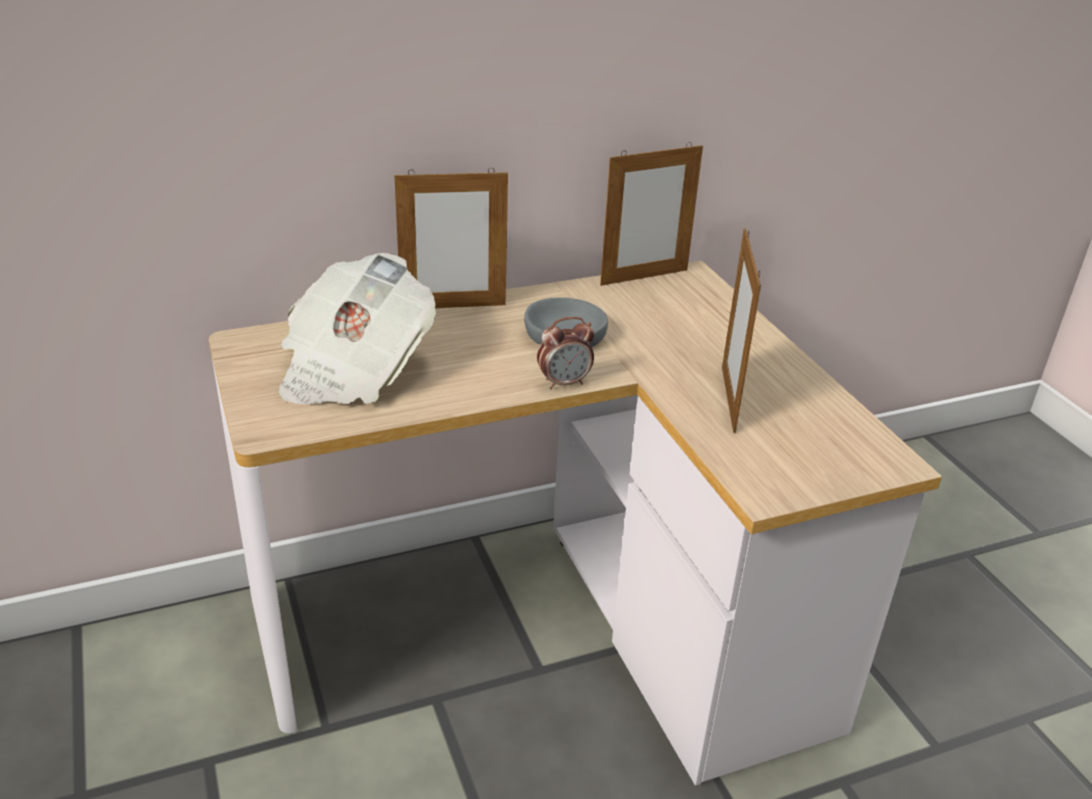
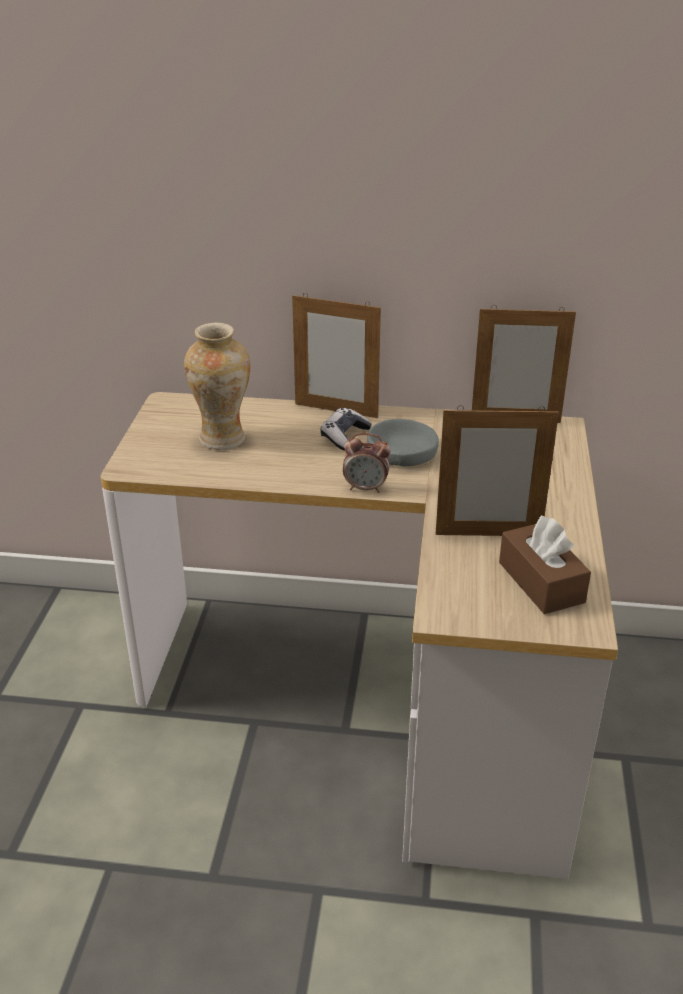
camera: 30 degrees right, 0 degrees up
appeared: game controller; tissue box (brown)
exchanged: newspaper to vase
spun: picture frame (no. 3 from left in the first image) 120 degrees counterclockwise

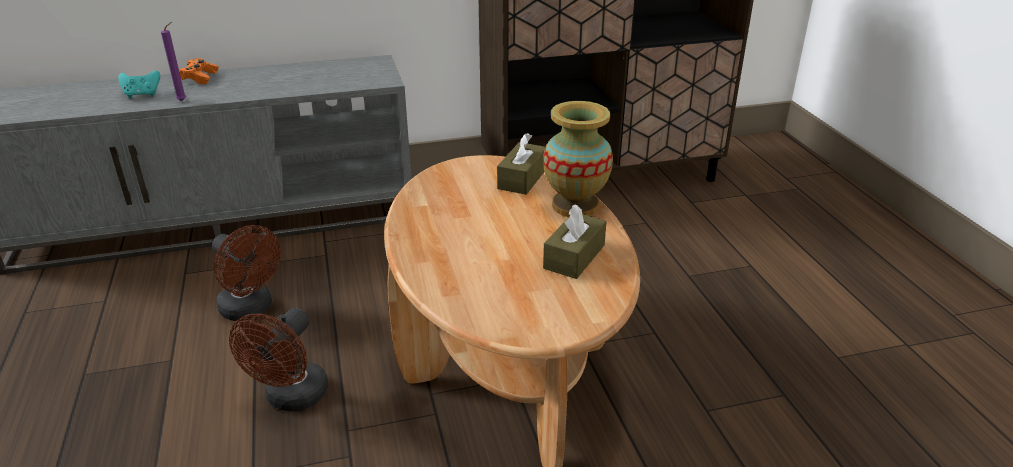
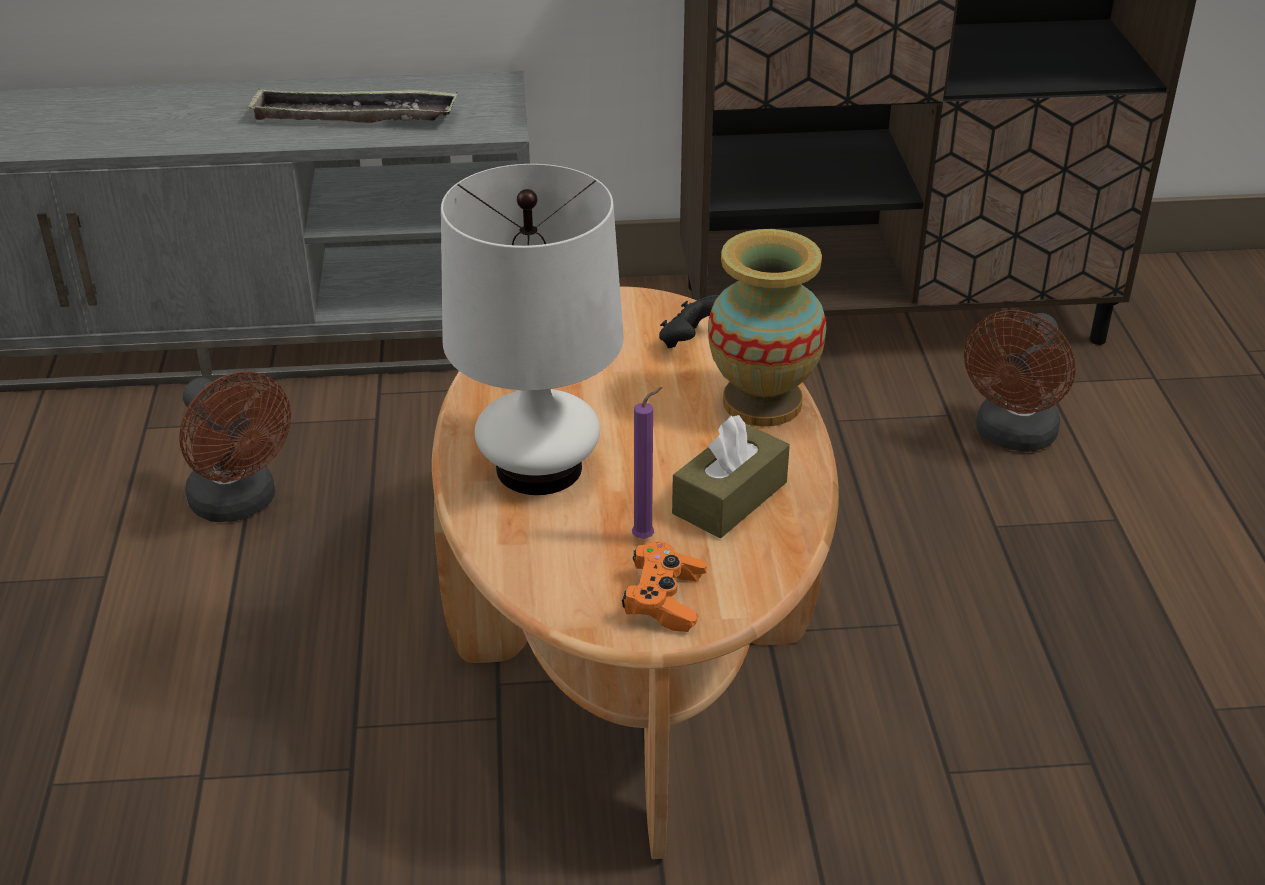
camera: 10 degrees right, 5 degrees up
missing: game controller (turquoise)
appeared: tray; table lamp (white)
relocated: candle (purple); game controller (orange); fan (brown) (no. 2 from left)
exchanged: tissue box (brown) (no. 1 from left) to game controller (black)

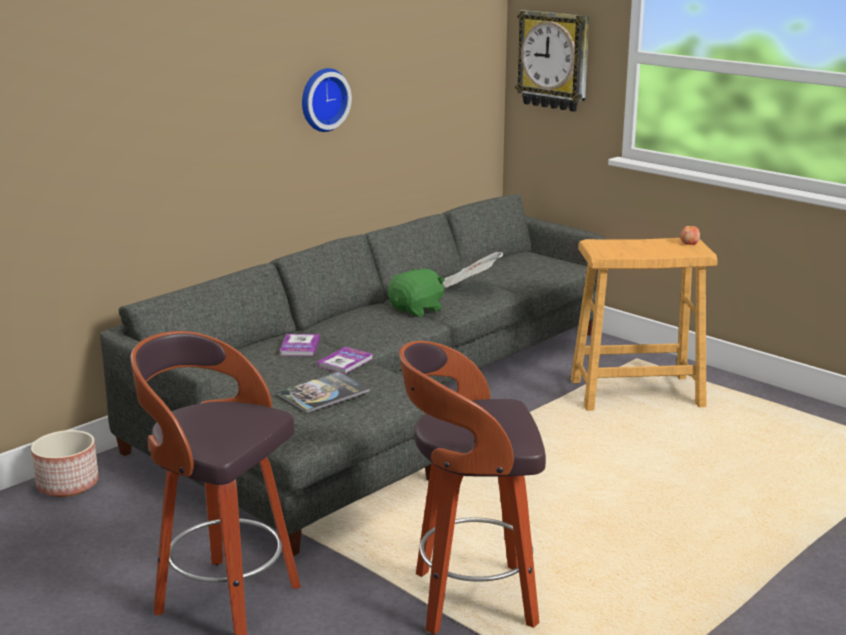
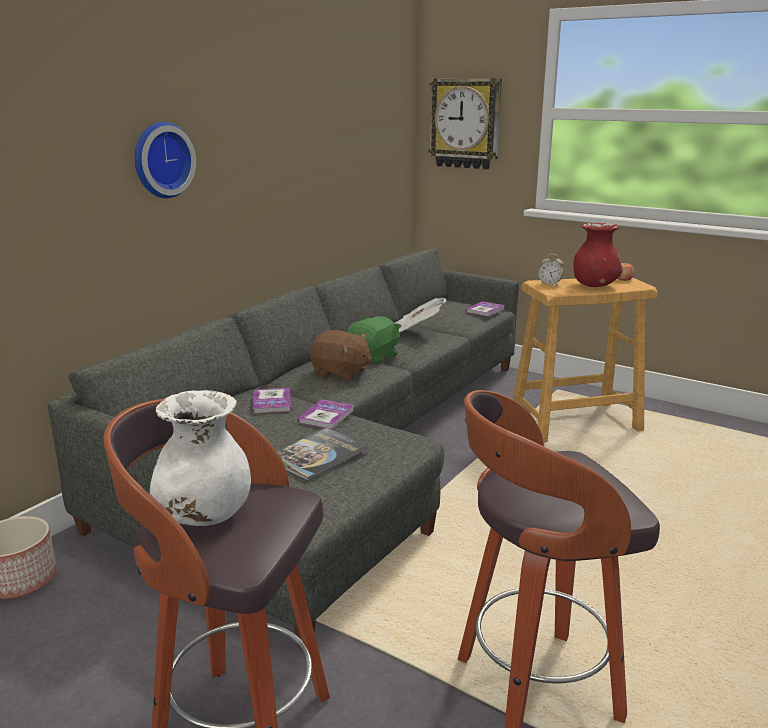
camera: 10 degrees left, 0 degrees up
appeared: vase (white); plush toy (brown); book (no. 4 from left); alarm clock; vase (red)
relocated: wall clock (no. 1 from left)

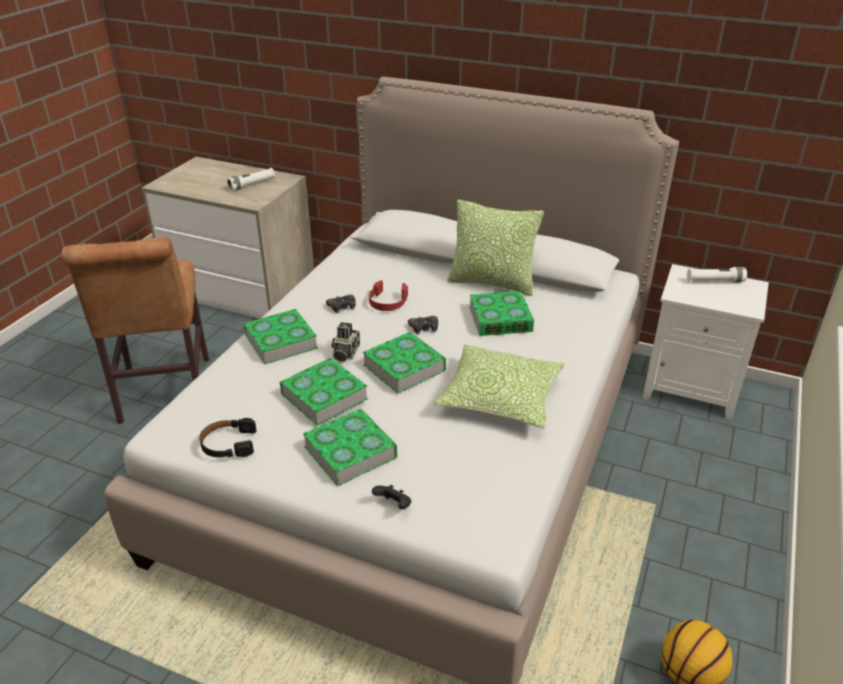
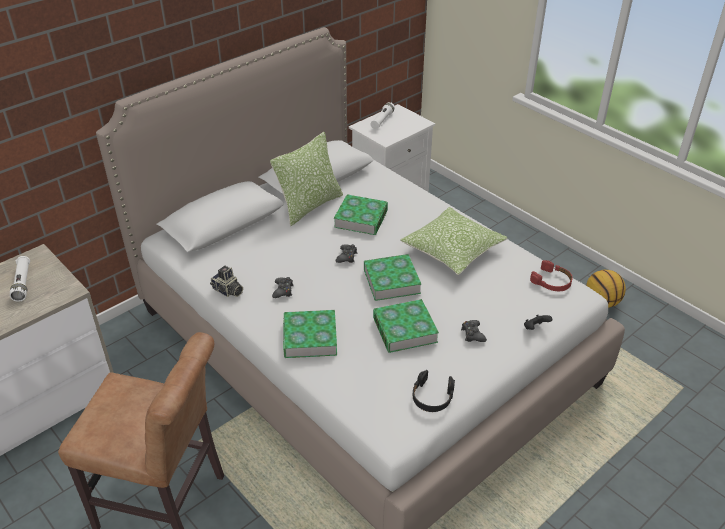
camera: 65 degrees left, 5 degrees up
relocated: photo camera; headphones (red)
exchanged: book (no. 3 from left) to game controller (black) (no. 3 from left)

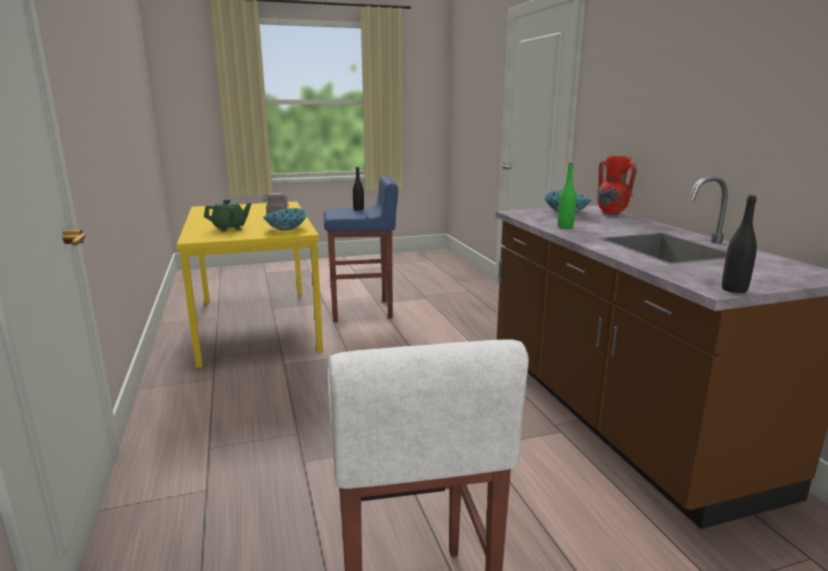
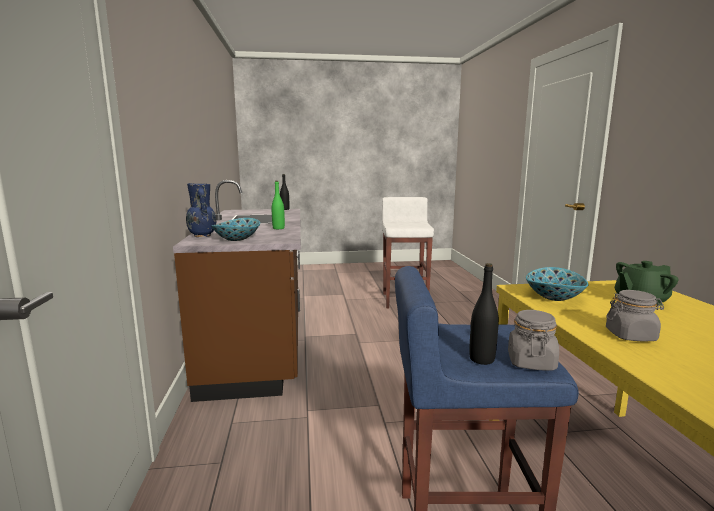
camera: 170 degrees left, 5 degrees down
appeared: jar (grey) (no. 1 from left)
colour: vase (red) to vase (blue)

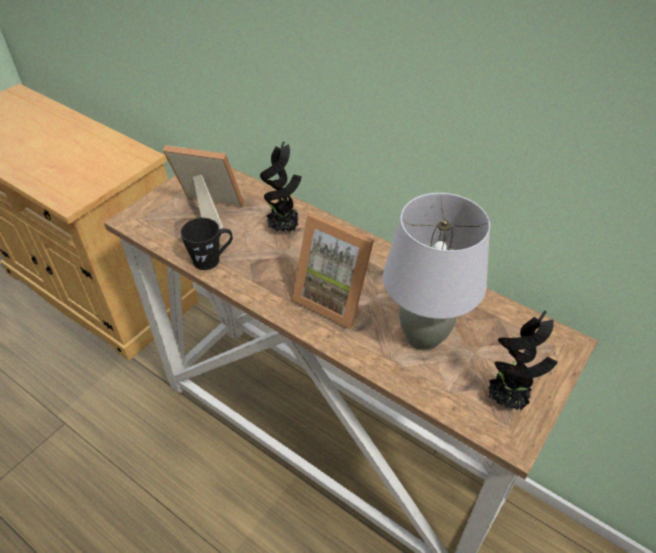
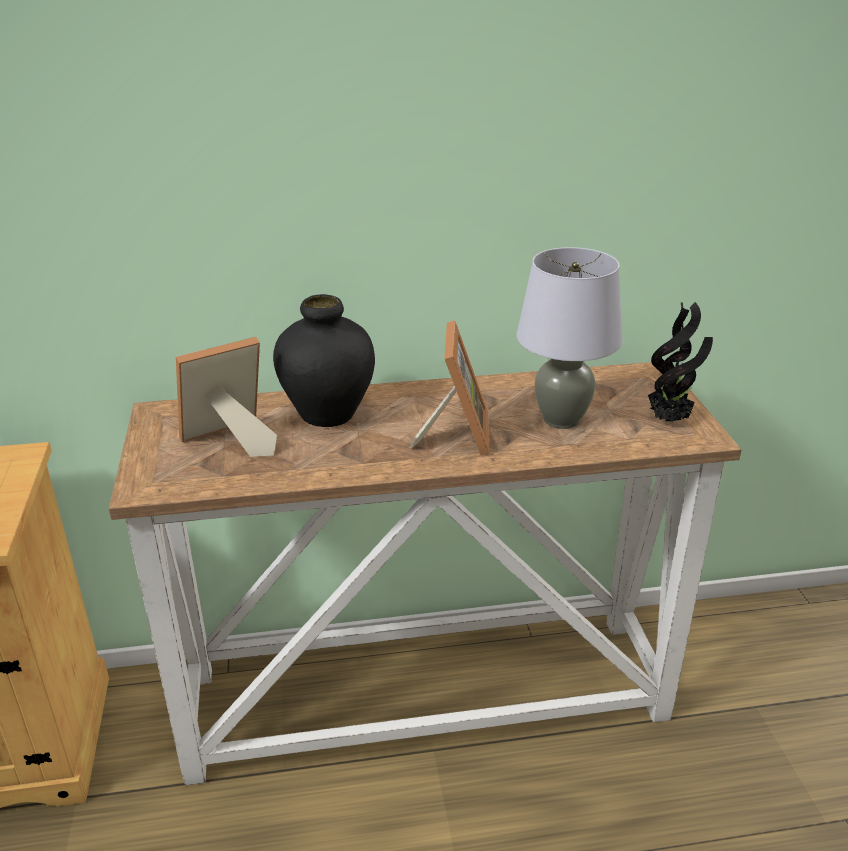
camera: 45 degrees left, 15 degrees down
missing: mug (black)
exchanged: potted plant (no. 1 from left) to vase (black)
spun: picture frame (no. 2 from left) 75 degrees counterclockwise

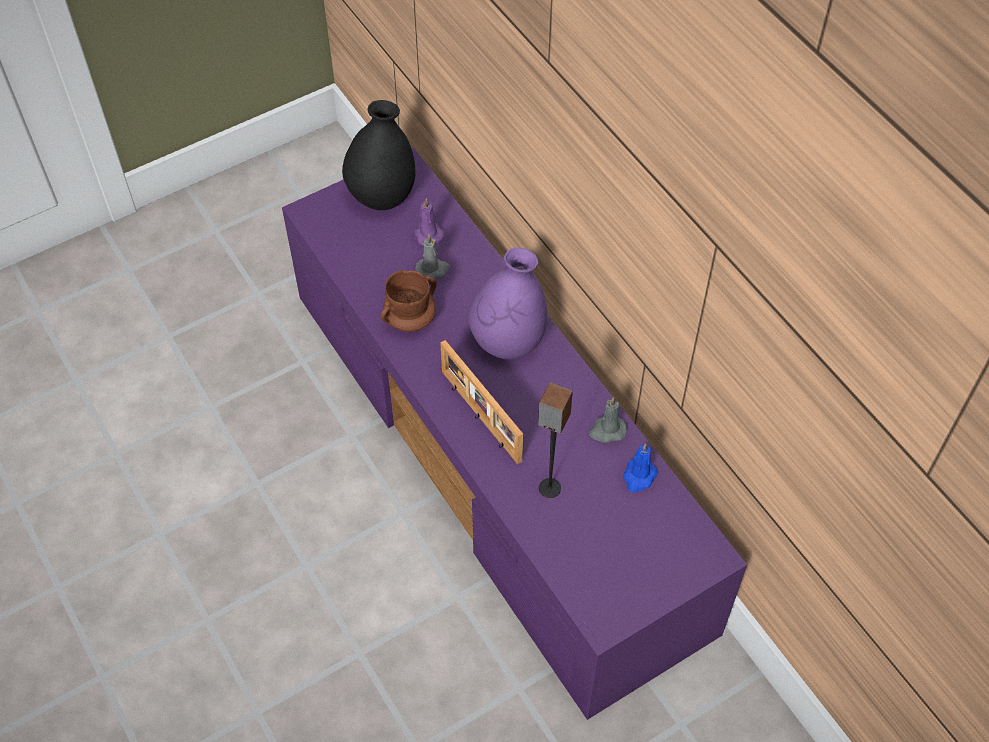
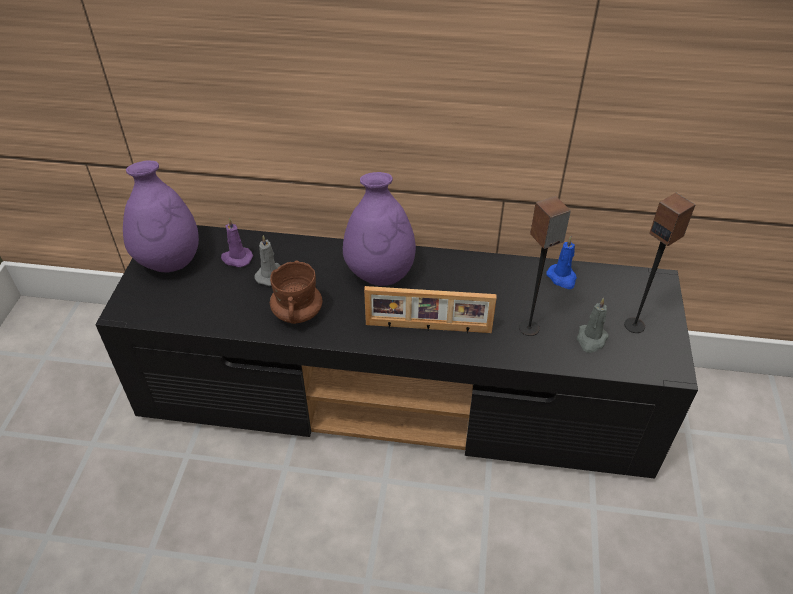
camera: 50 degrees left, 10 degrees down
appeared: speaker (no. 2 from left)
relocated: candle (grey) (no. 2 from left)
colour: tv stand (purple) to tv stand (black); vase (black) to vase (purple) (no. 1 from left)

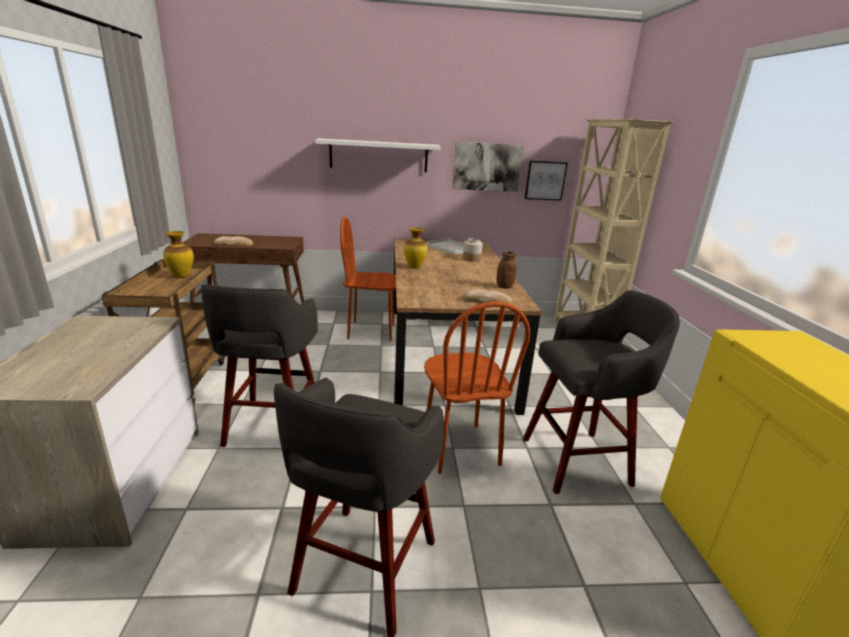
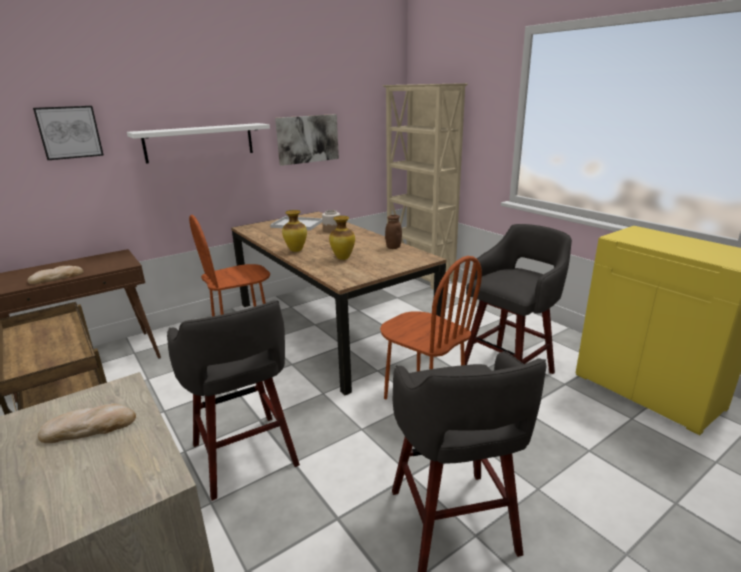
camera: 30 degrees left, 0 degrees up
relocated: vase (no. 1 from left in the first image) to vase (no. 2 from left); bread (no. 2 from left); picture (no. 2 from left in the first image) to picture (no. 1 from left)

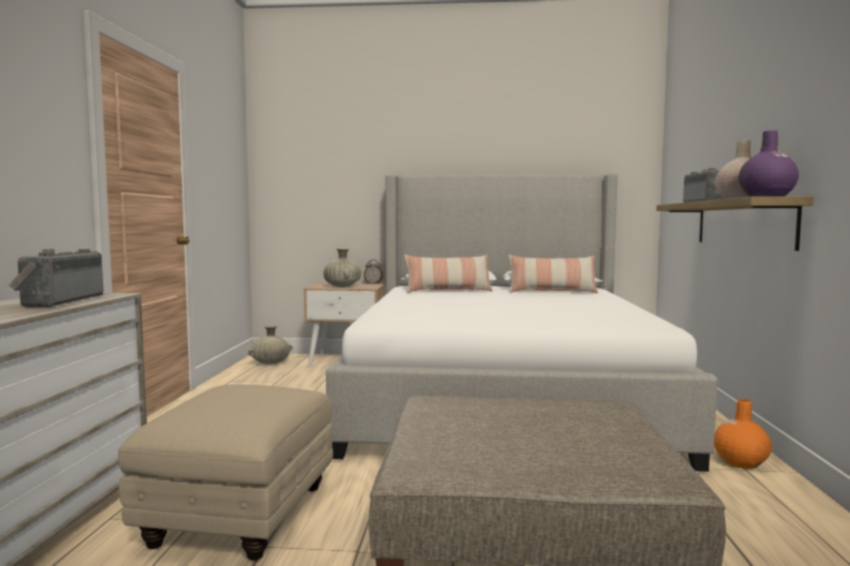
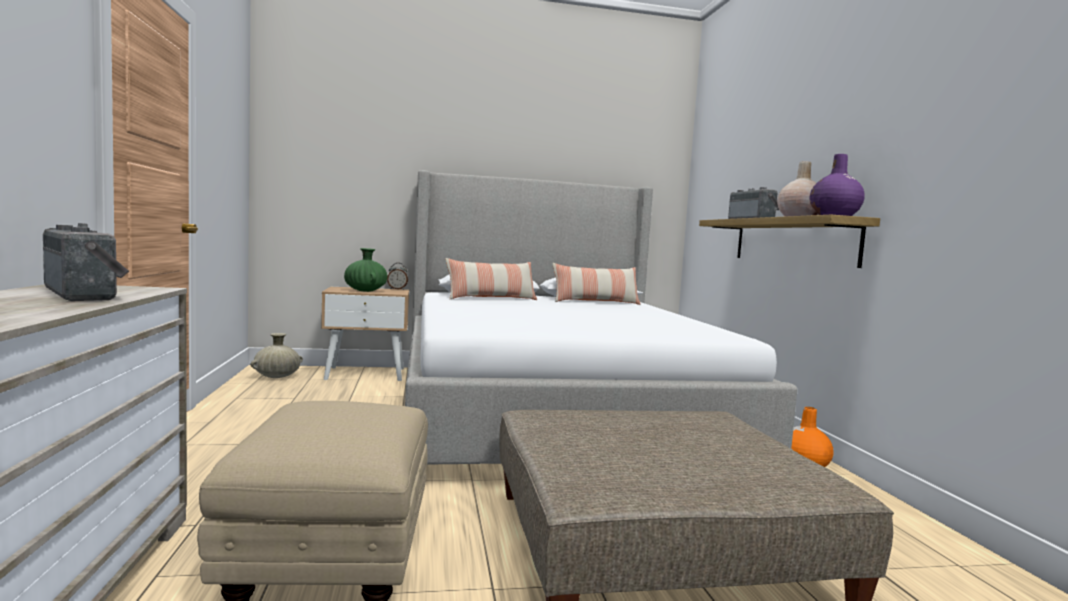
camera: 15 degrees left, 0 degrees up
colour: vase (beige) (no. 2 from left) to vase (green)
spun: radio (no. 1 from left) 150 degrees clockwise

